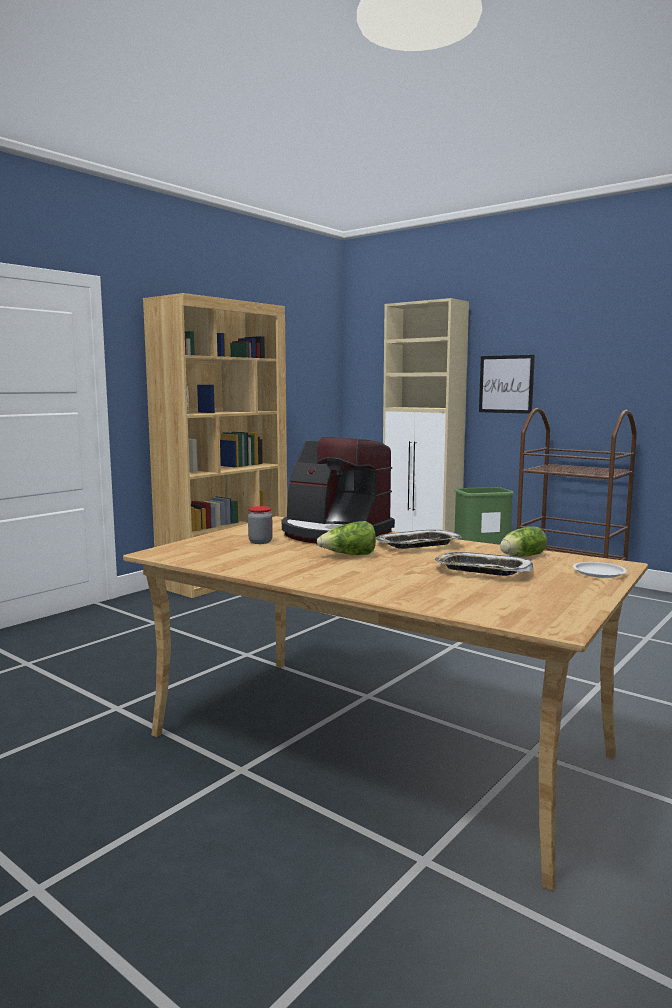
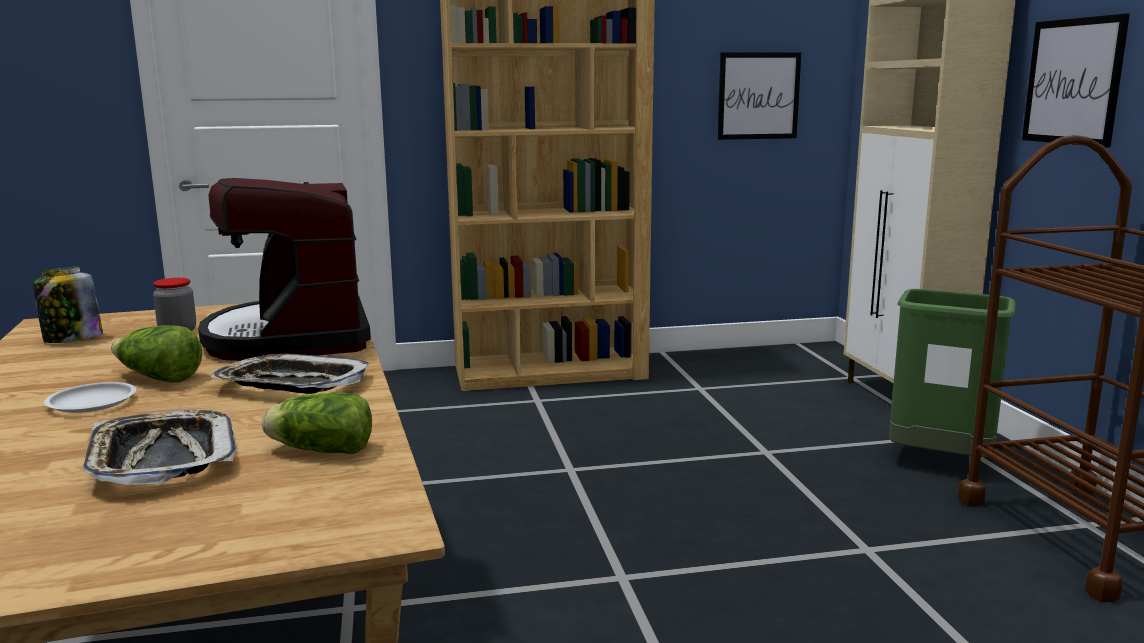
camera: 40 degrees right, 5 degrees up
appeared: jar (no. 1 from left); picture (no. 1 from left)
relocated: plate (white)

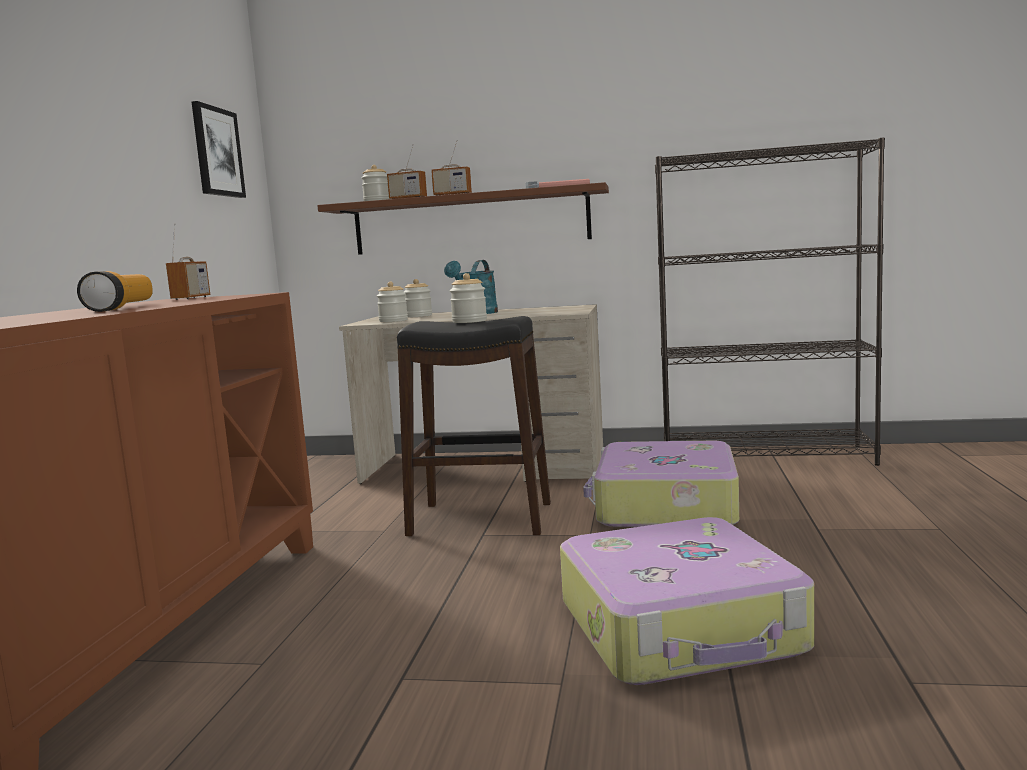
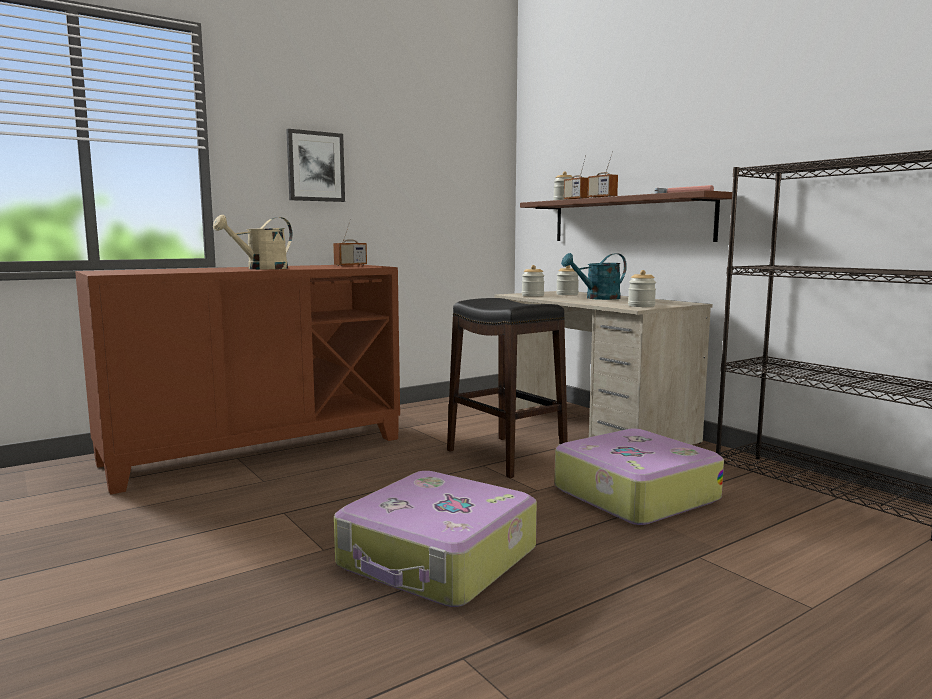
camera: 45 degrees right, 0 degrees up
relocated: picture; jar (no. 4 from left)
exchanged: flashlight to watering can (beige)

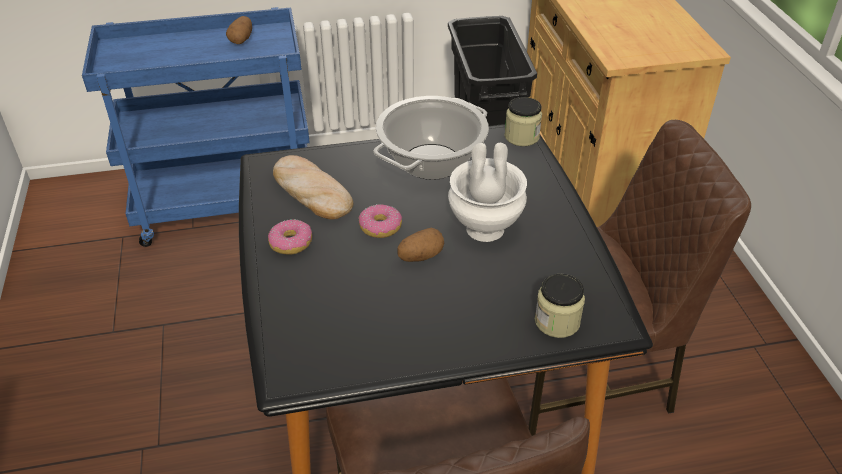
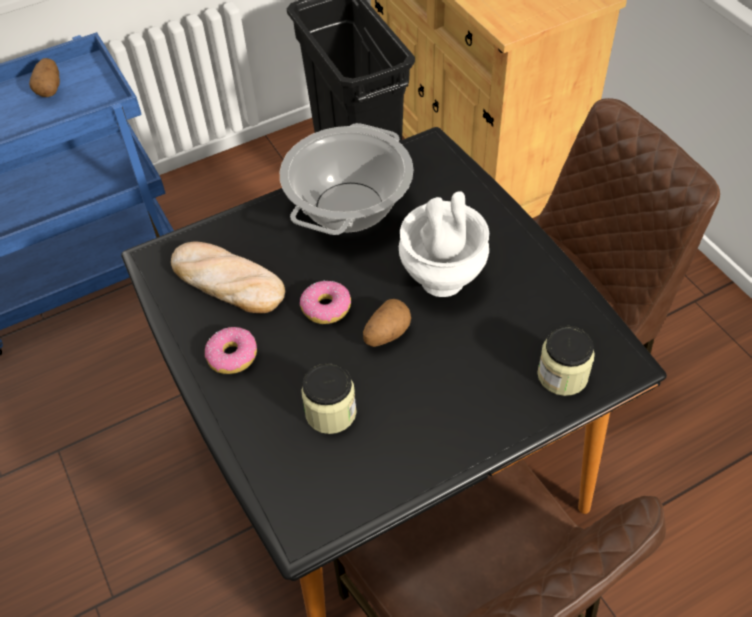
camera: 15 degrees left, 10 degrees up
relocated: jar (no. 1 from left)

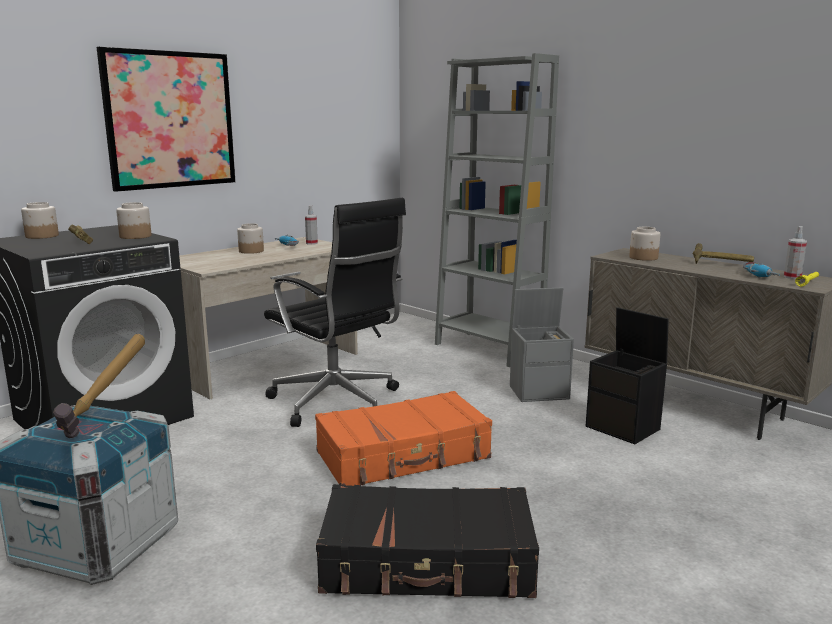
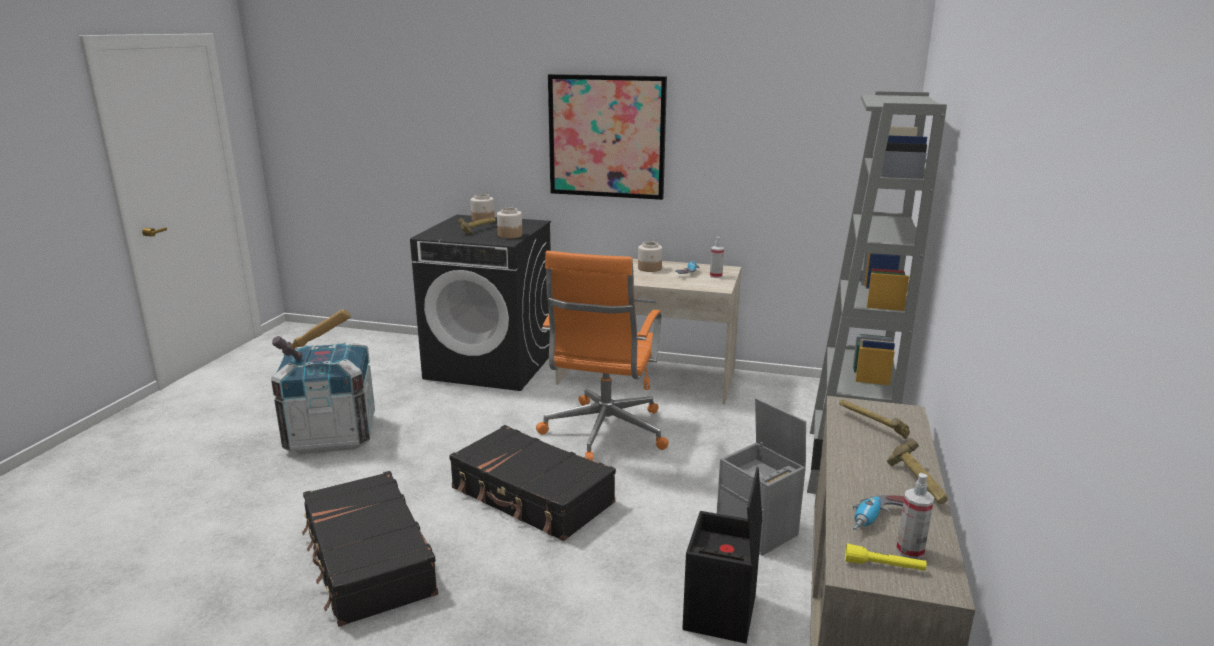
camera: 60 degrees right, 5 degrees up
exchanged: jar (no. 4 from left) to hammer (no. 3 from left)
colour: office chair (black) to office chair (orange); suitcase (orange) to suitcase (black) (no. 2 from left)

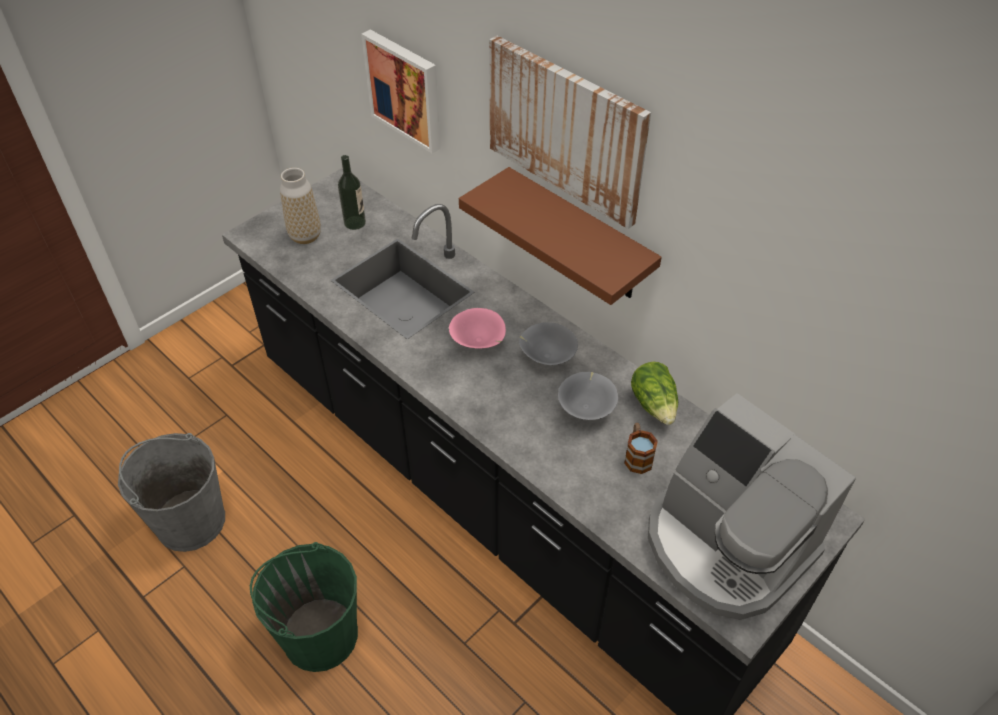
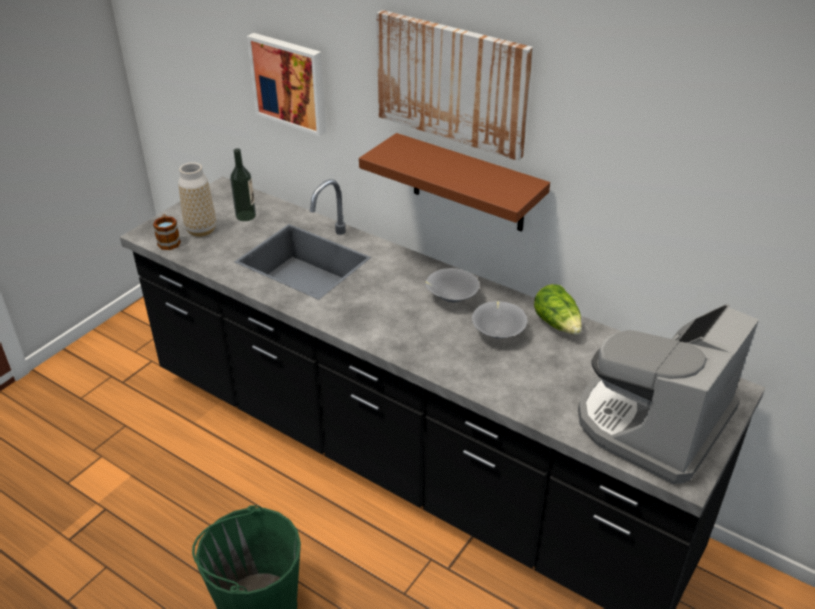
camera: 10 degrees left, 10 degrees down
missing: bucket (grey); bowl (pink)
relocated: mug
spun: coffee machine 90 degrees clockwise

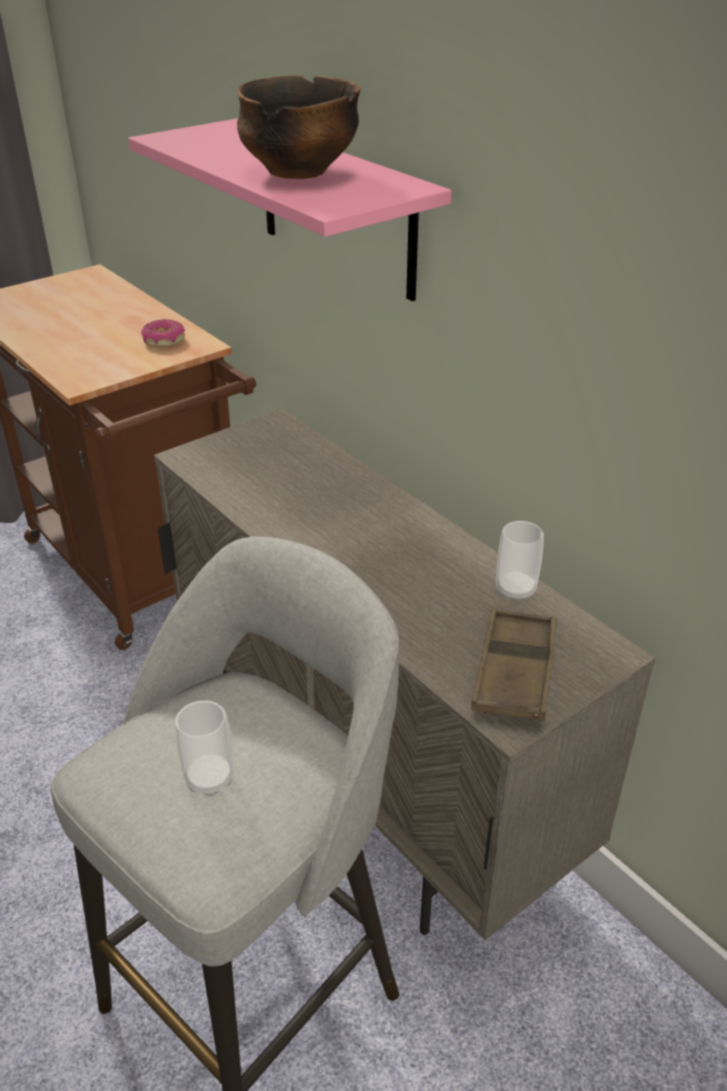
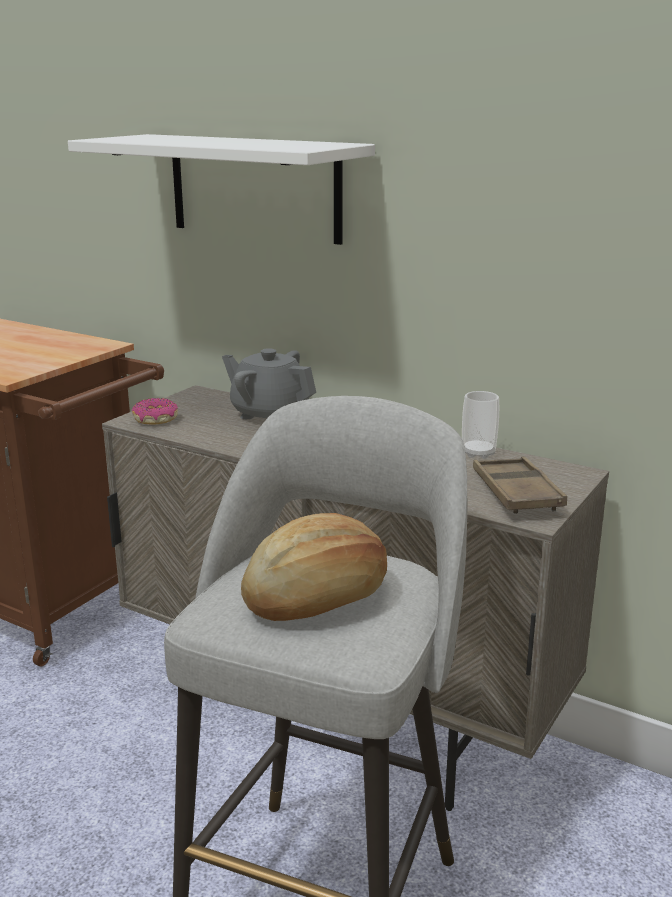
camera: 20 degrees left, 15 degrees down
missing: bowl
appeared: teapot (grey)
relocated: donut
exchanged: cup (no. 1 from left) to bread
colour: shelf (pink) to shelf (white)

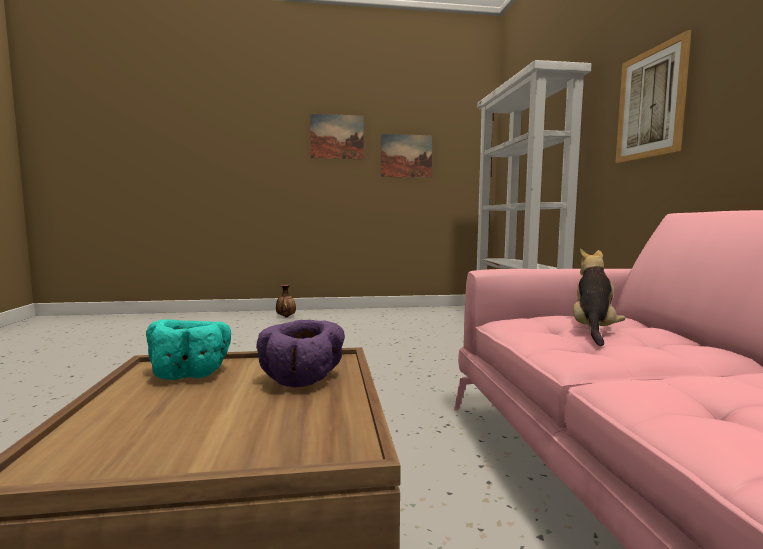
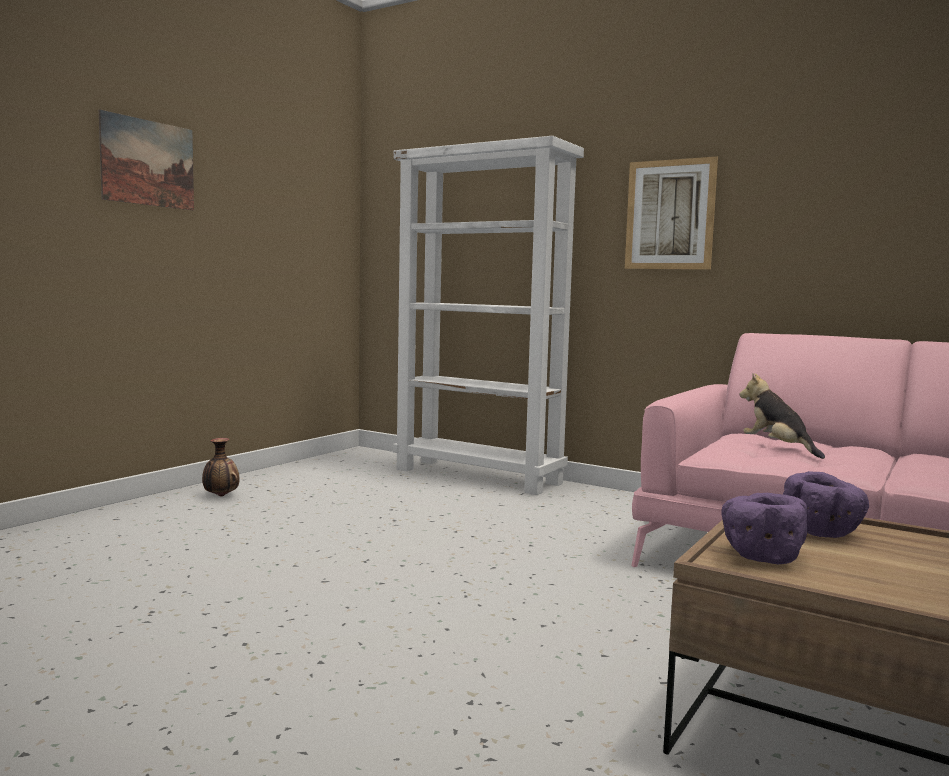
camera: 50 degrees left, 0 degrees up
missing: picture (no. 2 from left)
relocated: vase
colour: bowl (turquoise) to bowl (purple) (no. 1 from left)

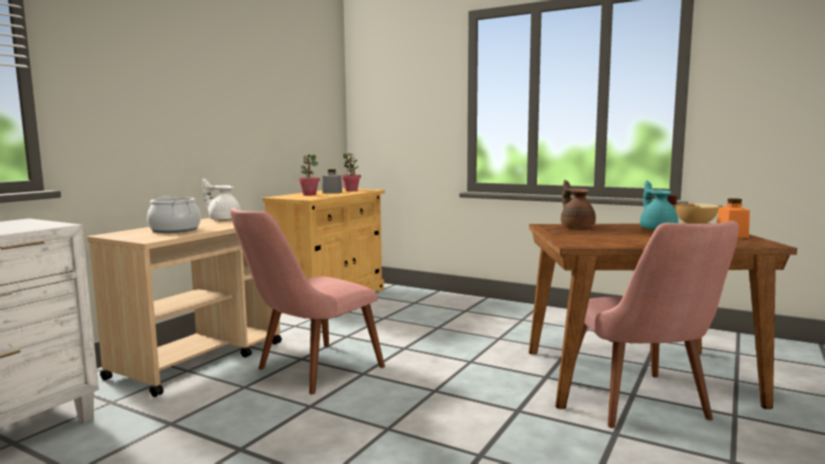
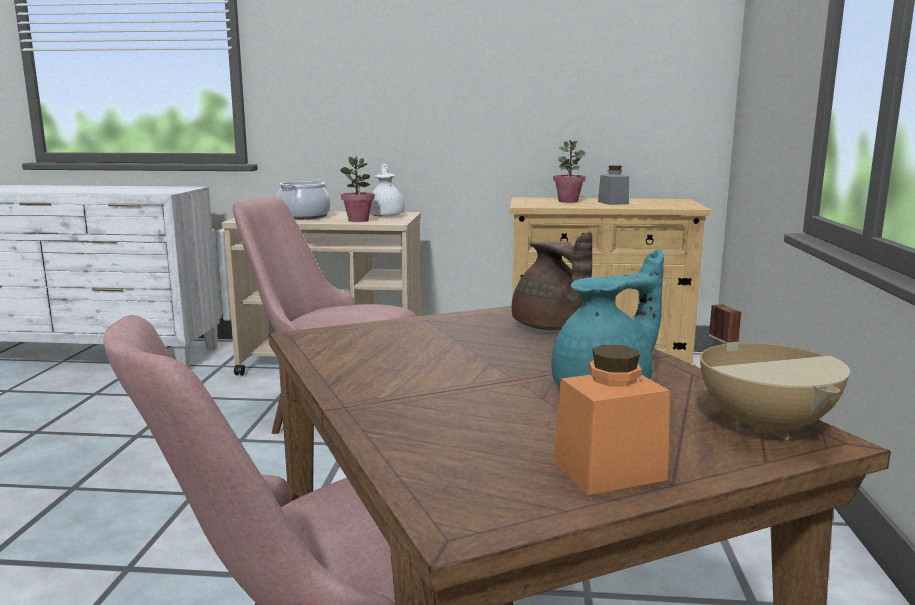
camera: 65 degrees right, 5 degrees up
relocated: potted plant (no. 2 from left in the first image) to potted plant (no. 1 from left)
spun: teapot (brown) 105 degrees clockwise

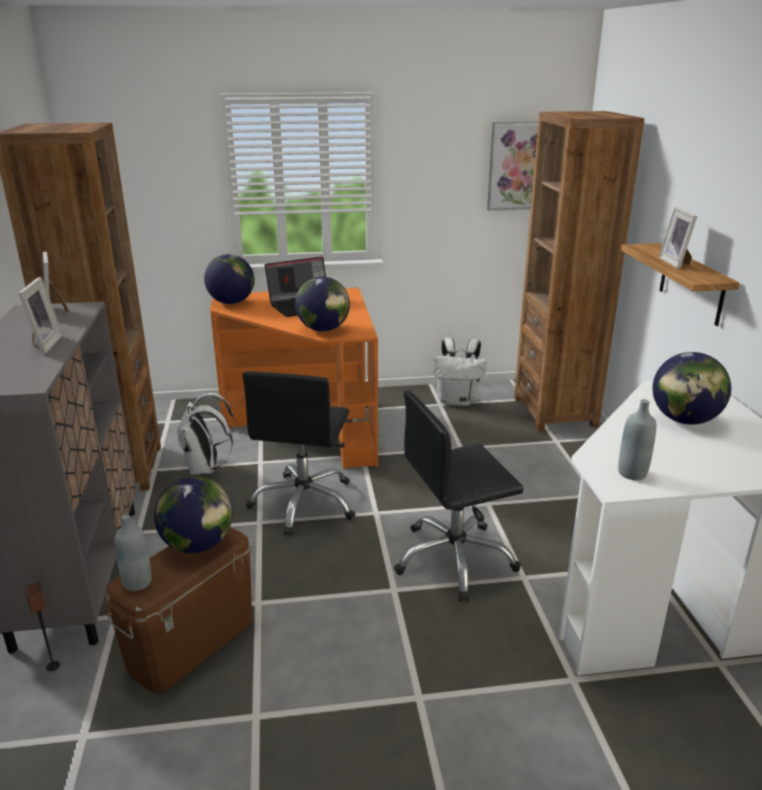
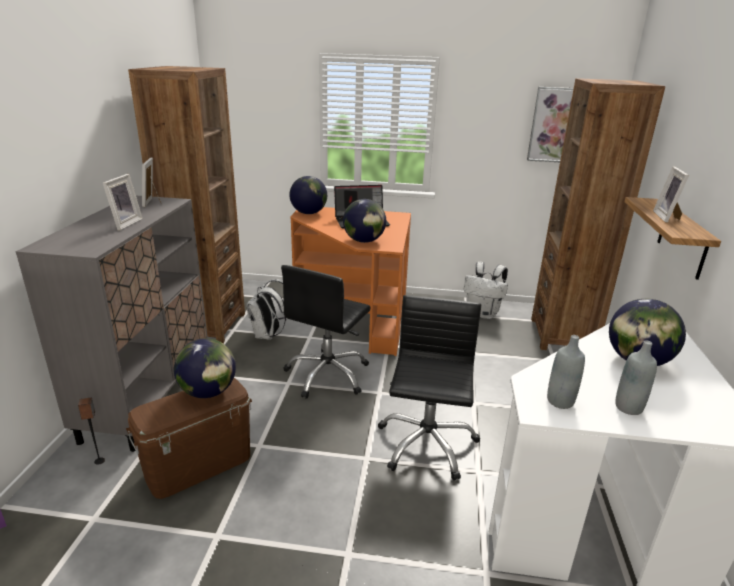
camera: 15 degrees right, 0 degrees up
relocated: bottle (grey) (no. 1 from left in the first image) to bottle (grey) (no. 2 from left)
spun: office chair (black) (no. 2 from left) 105 degrees clockwise

